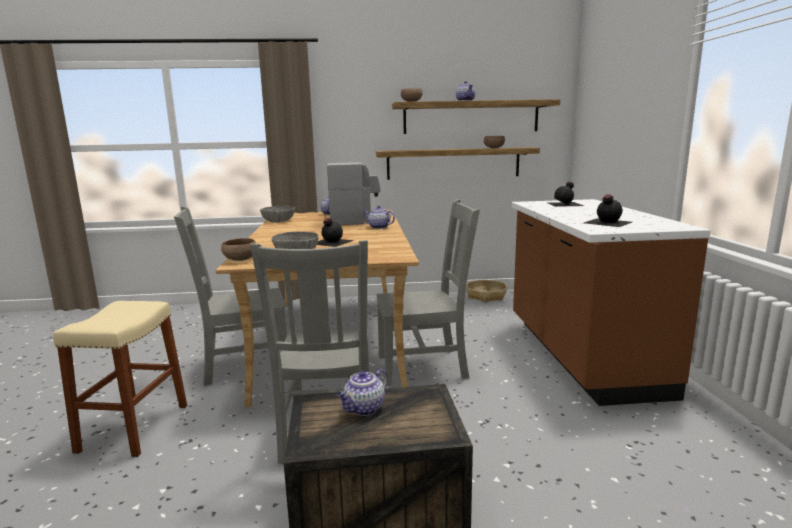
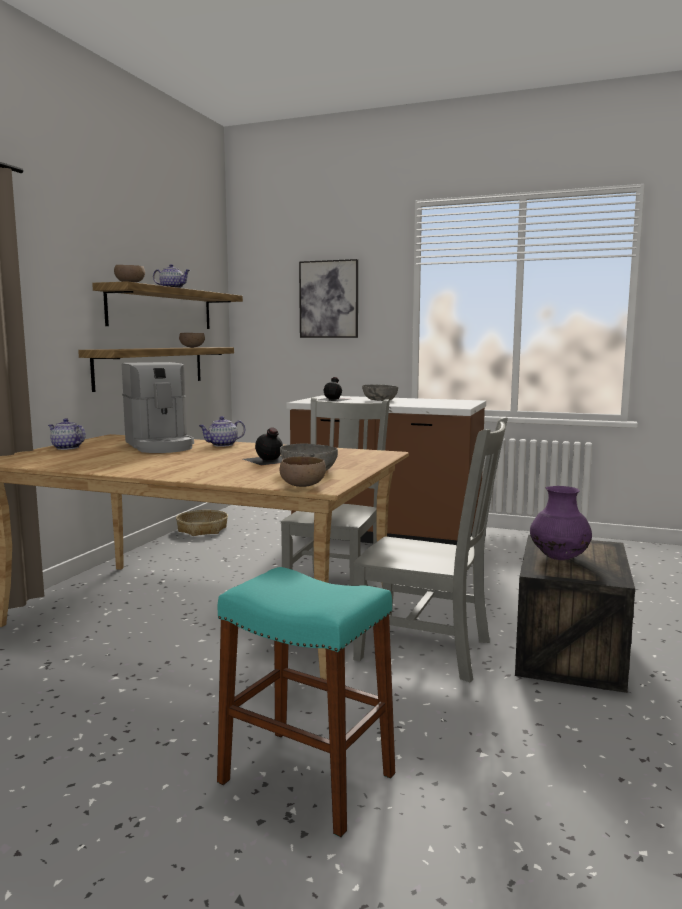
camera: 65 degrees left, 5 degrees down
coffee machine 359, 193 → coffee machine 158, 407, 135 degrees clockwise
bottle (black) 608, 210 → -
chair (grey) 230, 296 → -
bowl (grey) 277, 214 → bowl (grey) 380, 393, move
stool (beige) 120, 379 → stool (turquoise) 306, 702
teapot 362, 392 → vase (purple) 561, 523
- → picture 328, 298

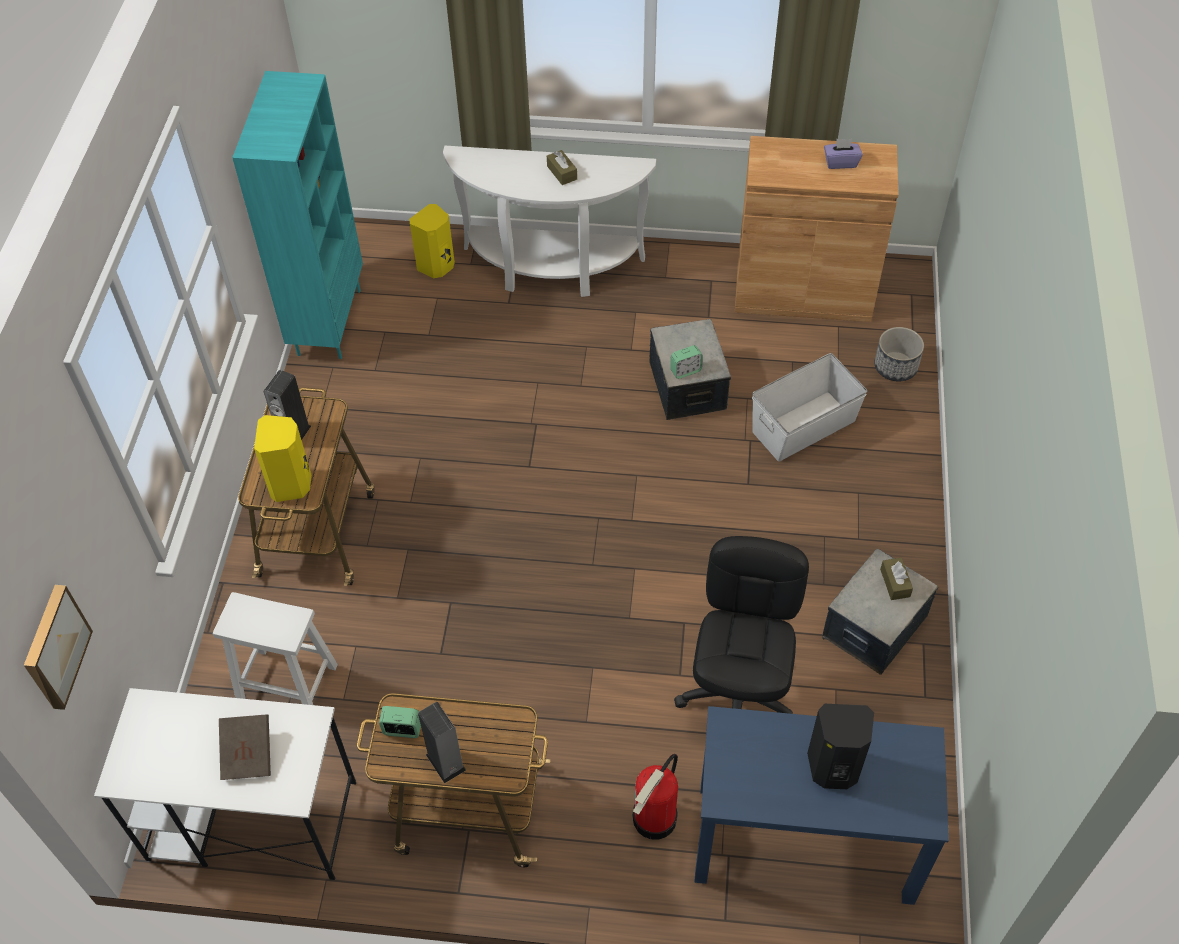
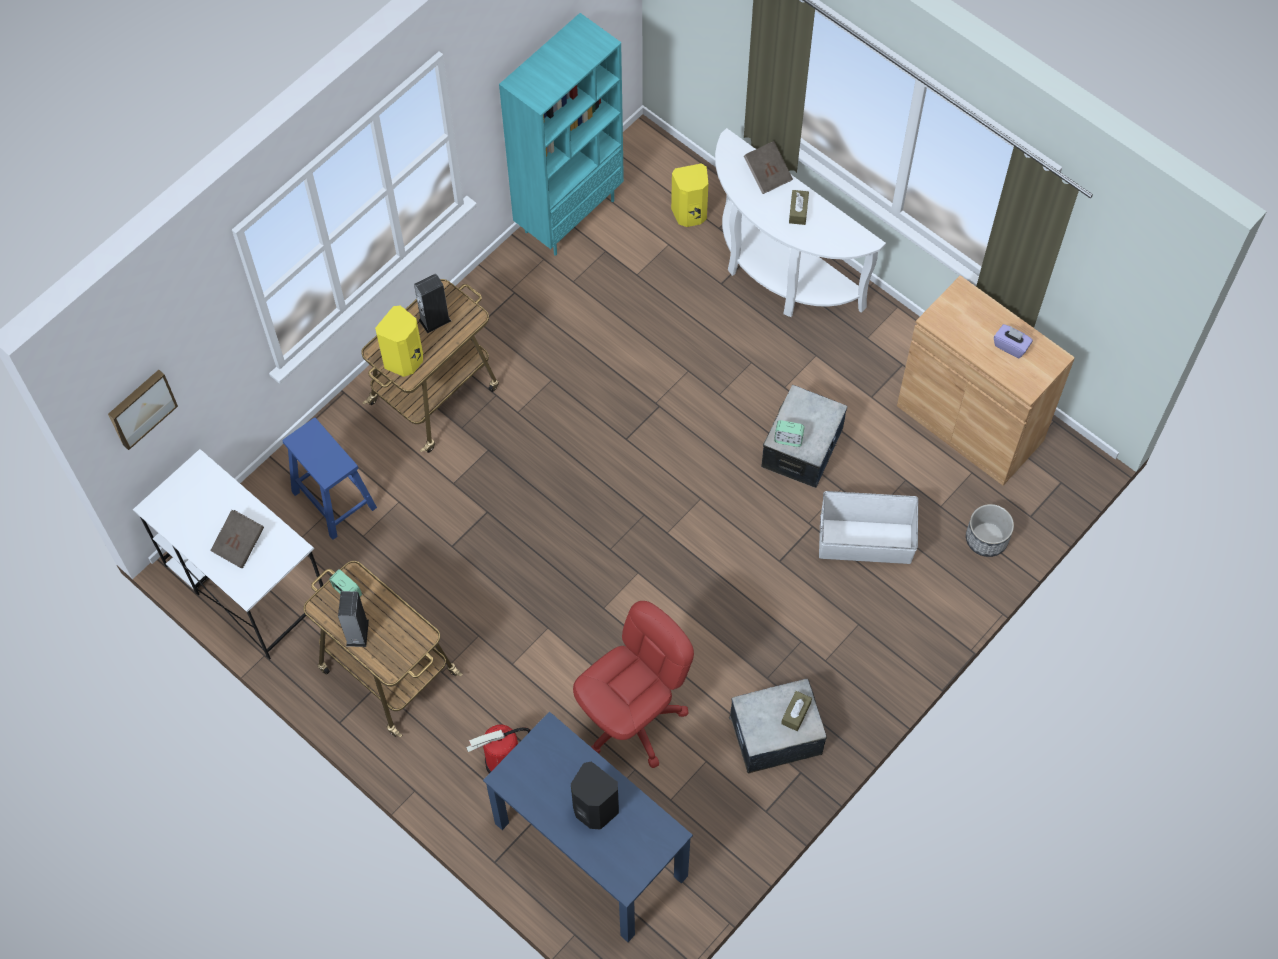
camera: 35 degrees right, 10 degrees up
office chair (black) 741, 625 → office chair (red) 633, 684
stool (white) 275, 648 → stool (blue) 329, 479
- → book (brown) 768, 167

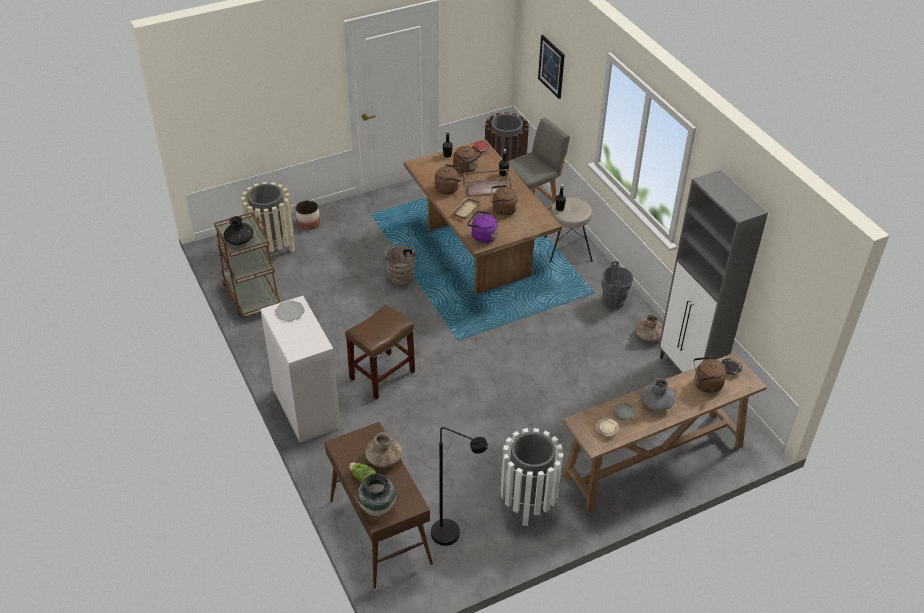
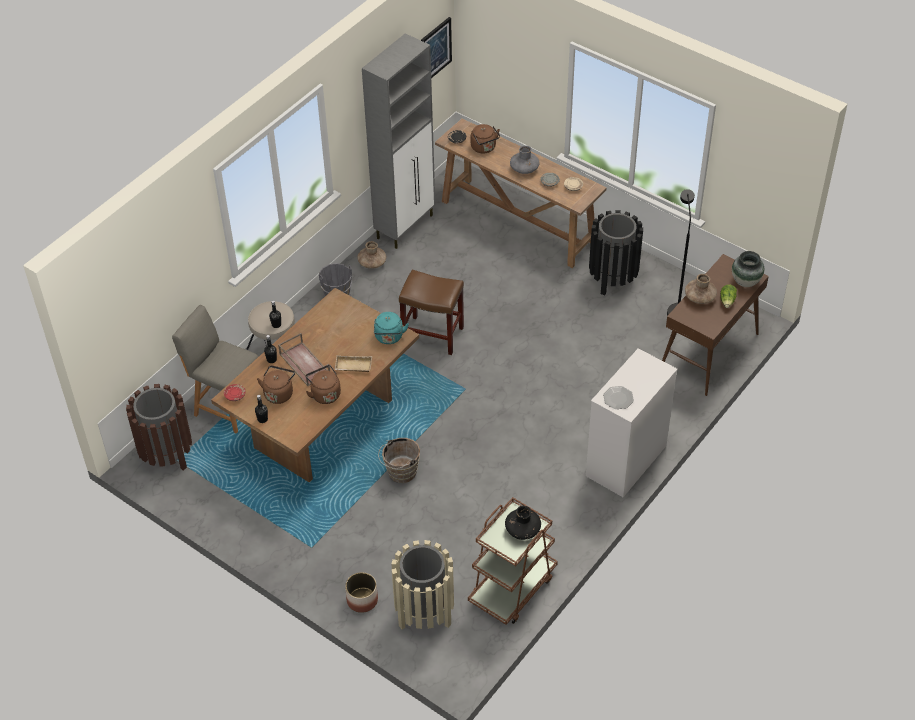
camera: 115 degrees left, 5 degrees up
picture 551, 67 → picture 436, 47, move
kettle (brown) 504, 200 → -
kettle (purple) 482, 227 → kettle (turquoise) 391, 328
stool (brown) 380, 352 → stool (brown) 431, 312, move
trash can (white) 532, 477 → trash can (black) 616, 252

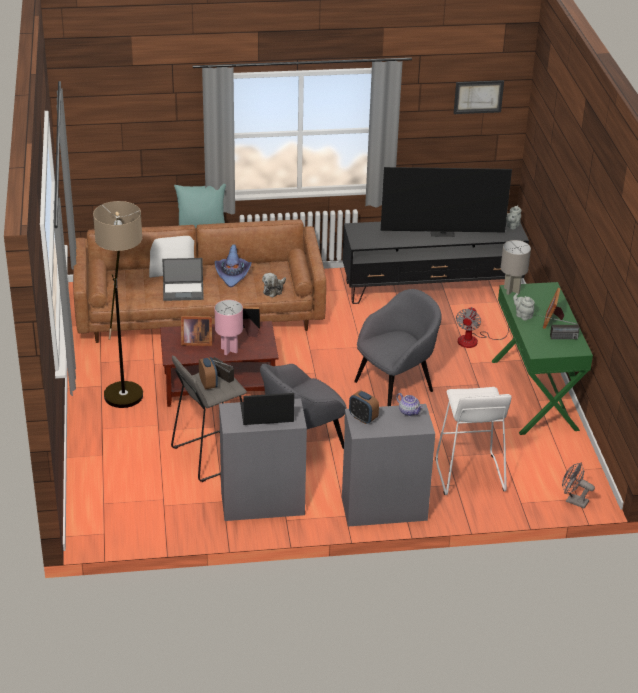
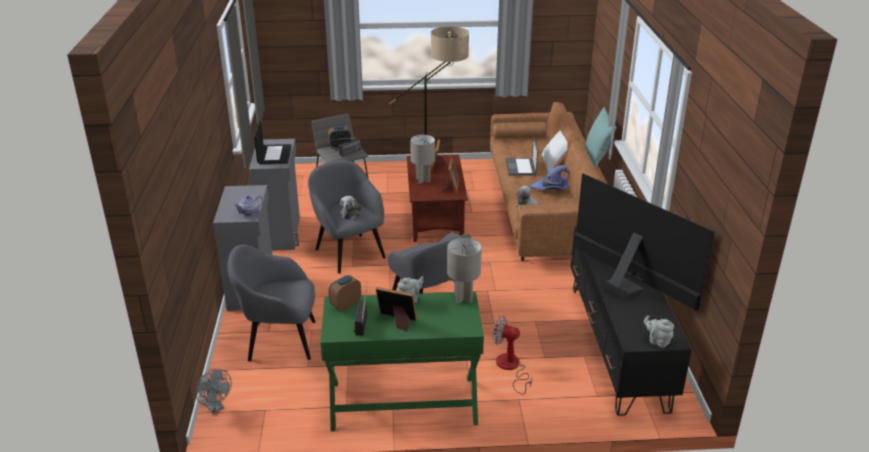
camera: 95 degrees right, 5 degrees down
picture 479, 97 → -
television 446, 202 → television 644, 242, 135 degrees clockwise
table lamp (pink) 228, 327 → table lamp (grey) 422, 159
stool (white) 473, 441 → armchair (grey) 271, 303
alarm clock 364, 407 → alarm clock 345, 293, move
fan (grey) 578, 486 → fan (grey) 213, 391, 105 degrees clockwise
- → plush toy 350, 207

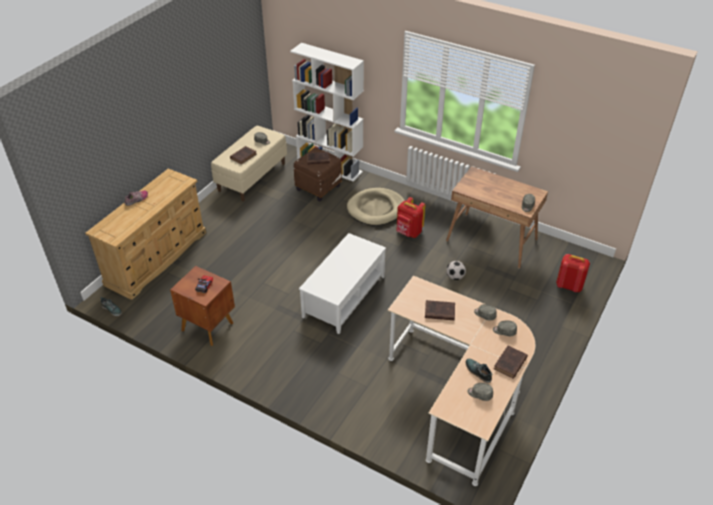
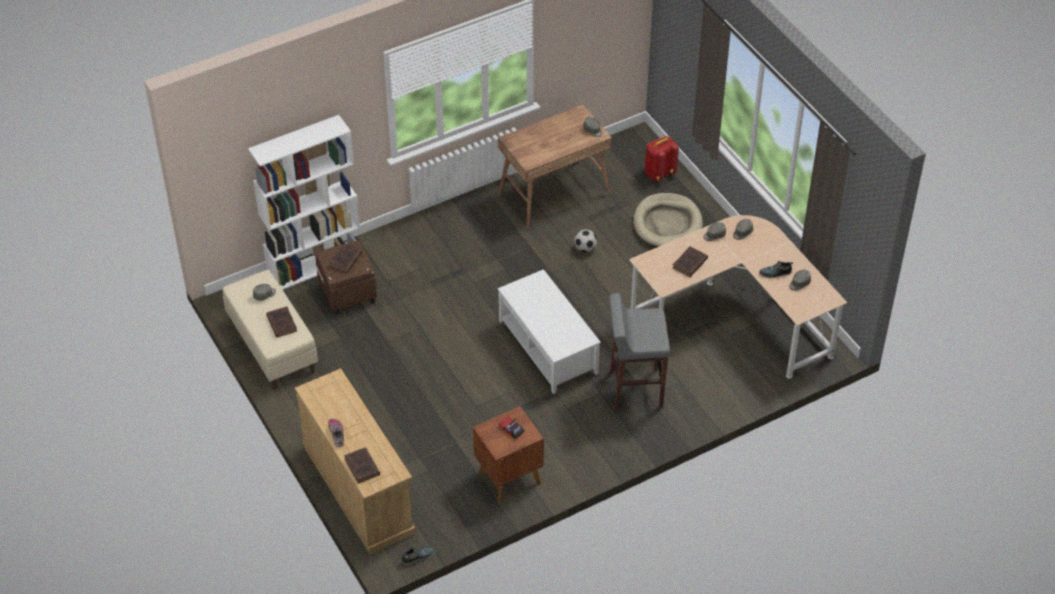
camera: 60 degrees left, 5 degrees up
dog bed (beige) 376, 207 → dog bed (beige) 668, 220, move
backpack (red) 410, 217 → -
book (brown) 511, 362 → book (brown) 362, 465, move
- → stool (grey) 639, 351

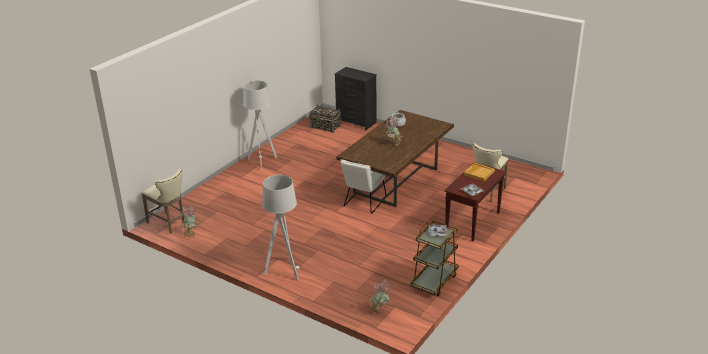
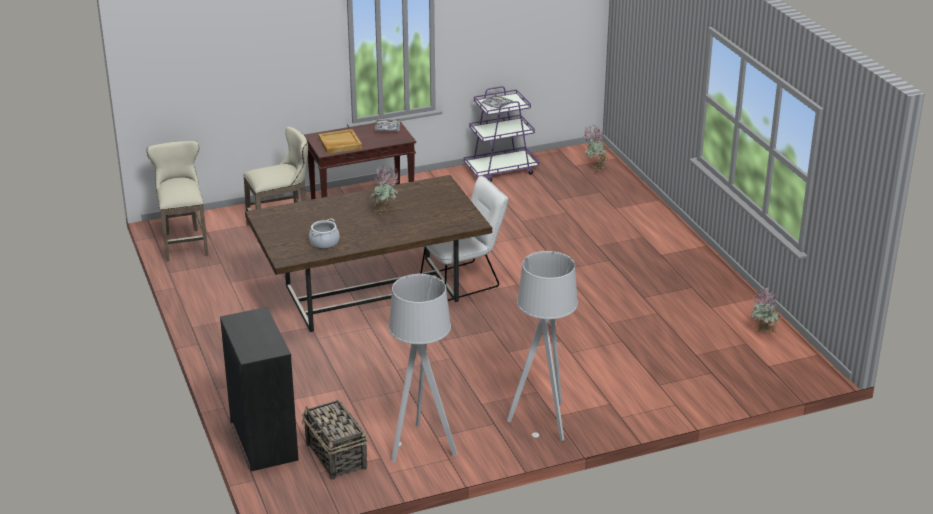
camera: 145 degrees left, 0 degrees up
stool (beige) 162, 201 → stool (beige) 177, 201, move
floor lamp (grey) 281, 227 → floor lamp (grey) 423, 368, move
cart (brown) 434, 258 → cart (purple) 501, 134

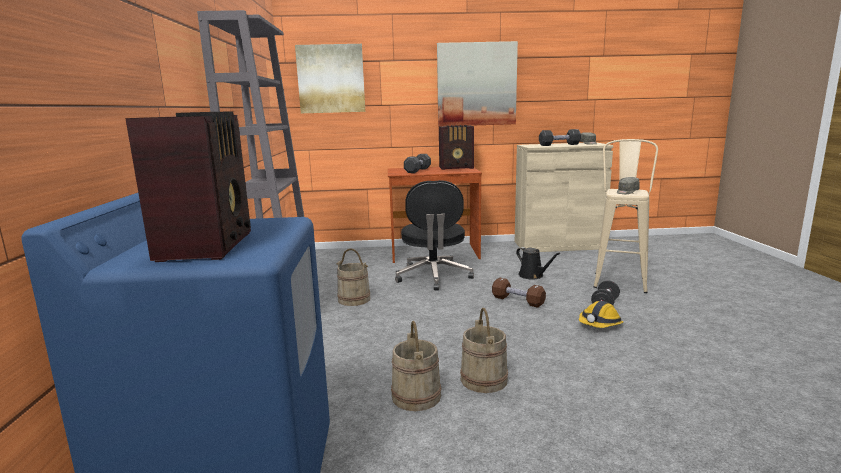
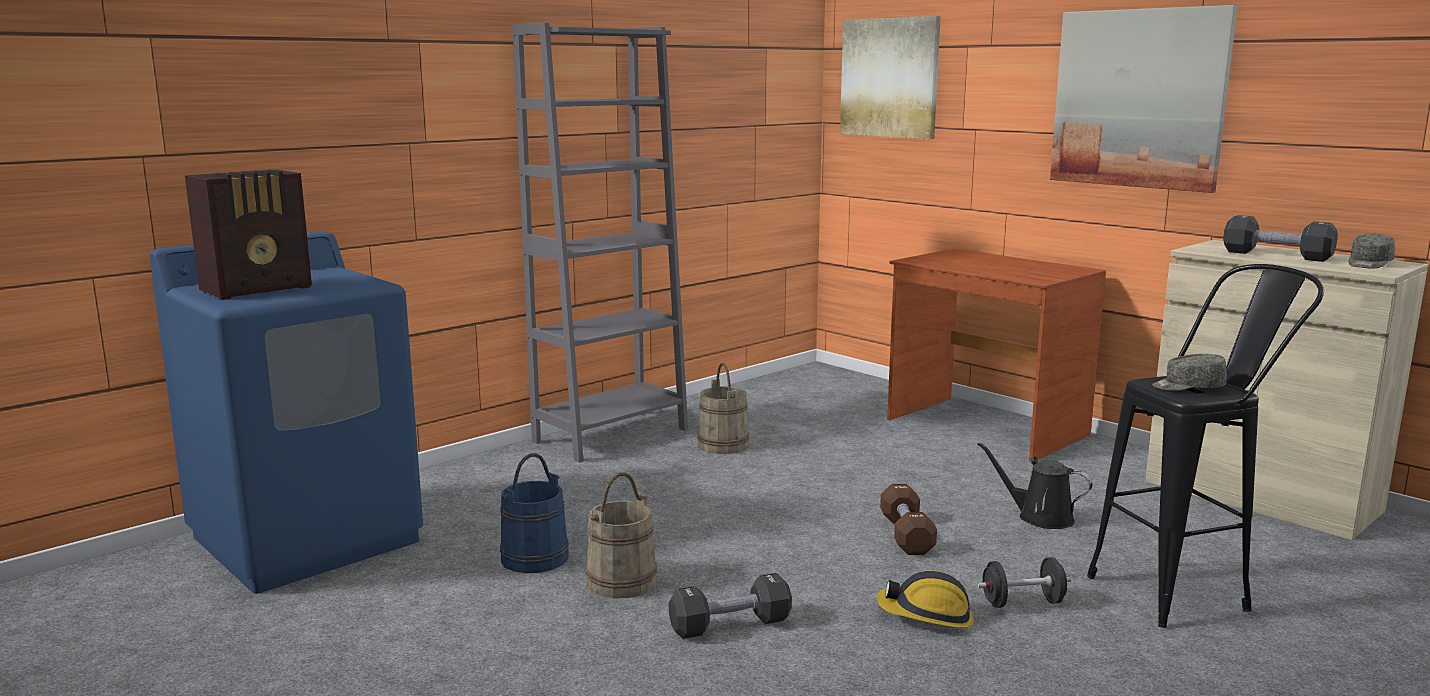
camera: 50 degrees right, 0 degrees up
radio 456, 147 → -
stool (beige) 626, 216 → stool (black) 1205, 446
dumbbell (black) 417, 163 → dumbbell (black) 730, 606, move
office chair (black) 434, 235 → -
watering can (black) 538, 263 → watering can (black) 1034, 485, 105 degrees clockwise
bucket (beige) 416, 366 → bucket (blue) 534, 513

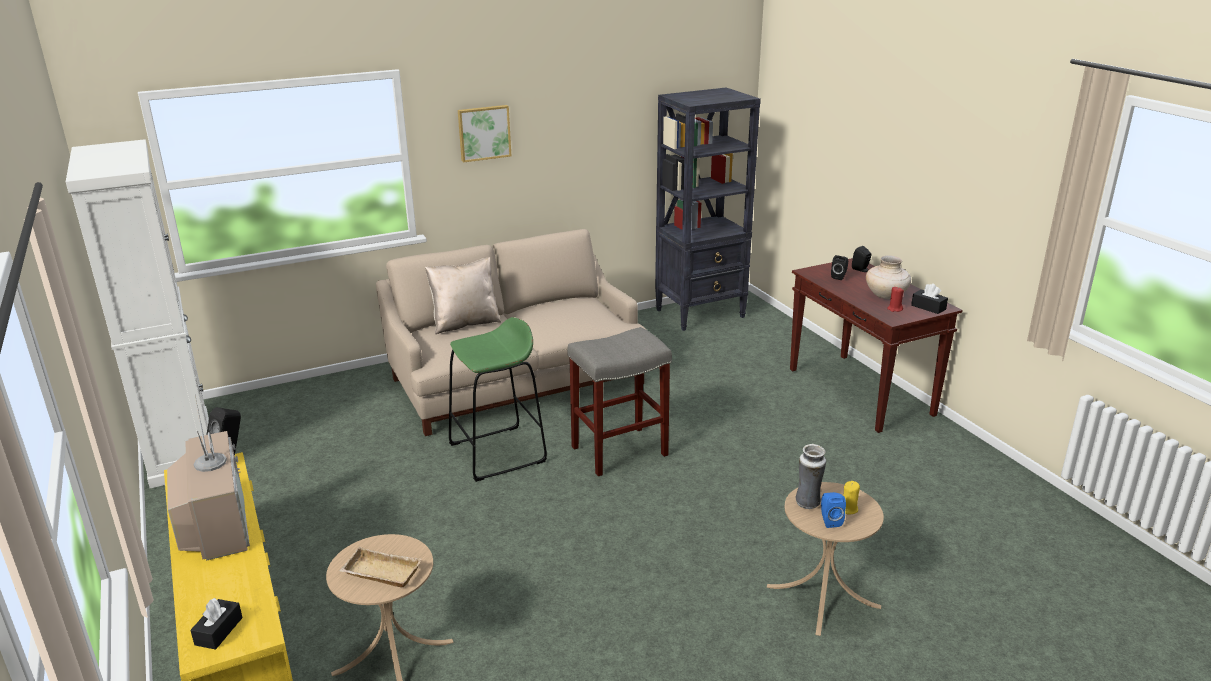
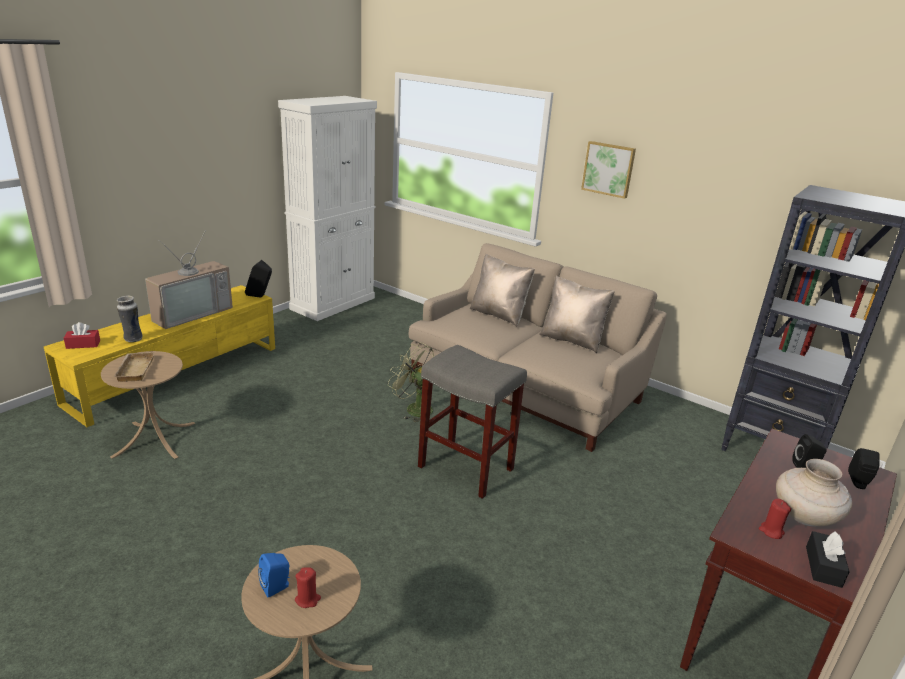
camera: 60 degrees right, 0 degrees up
stool (green) 498, 399 → fan (green) 411, 382
vase 811, 476 → vase 130, 318, move
candle (yellow) 851, 498 → candle (red) 308, 587
tissue box (black) 216, 623 → tissue box (red) 82, 335
- → pillow (beige) 577, 314

